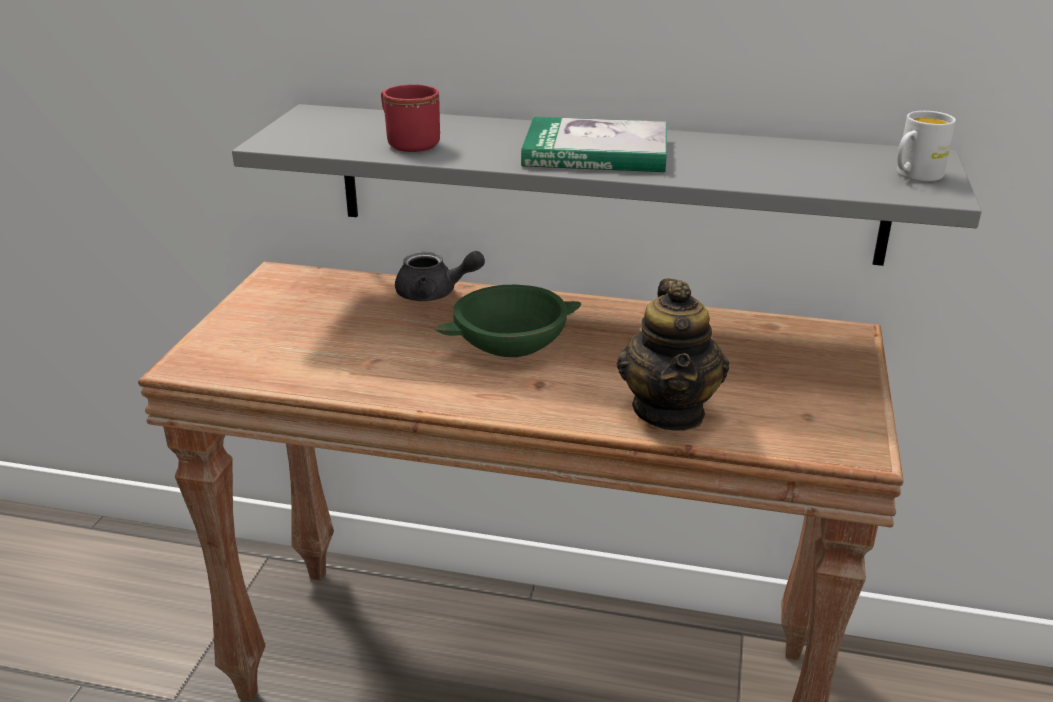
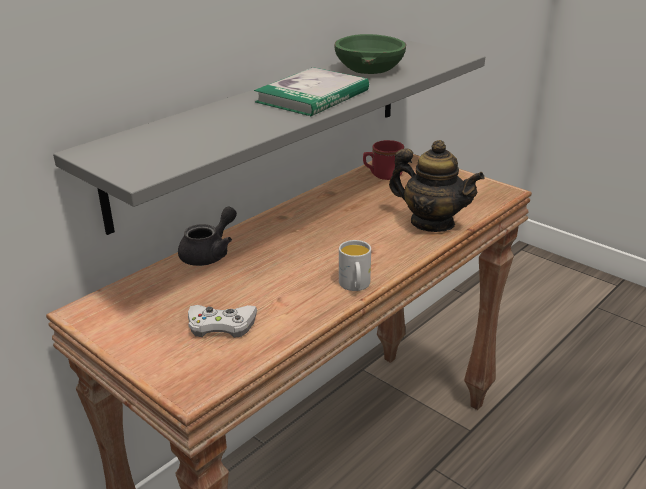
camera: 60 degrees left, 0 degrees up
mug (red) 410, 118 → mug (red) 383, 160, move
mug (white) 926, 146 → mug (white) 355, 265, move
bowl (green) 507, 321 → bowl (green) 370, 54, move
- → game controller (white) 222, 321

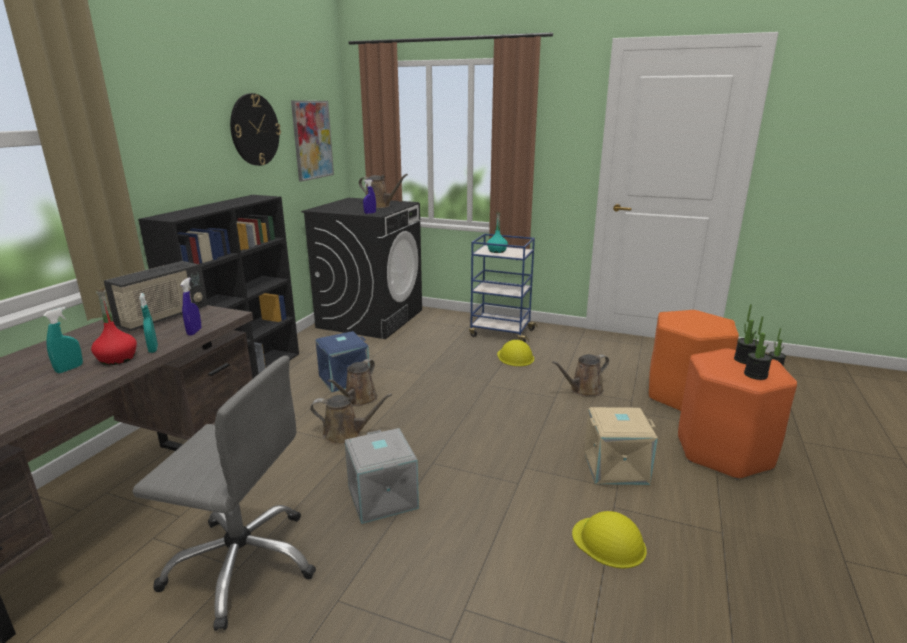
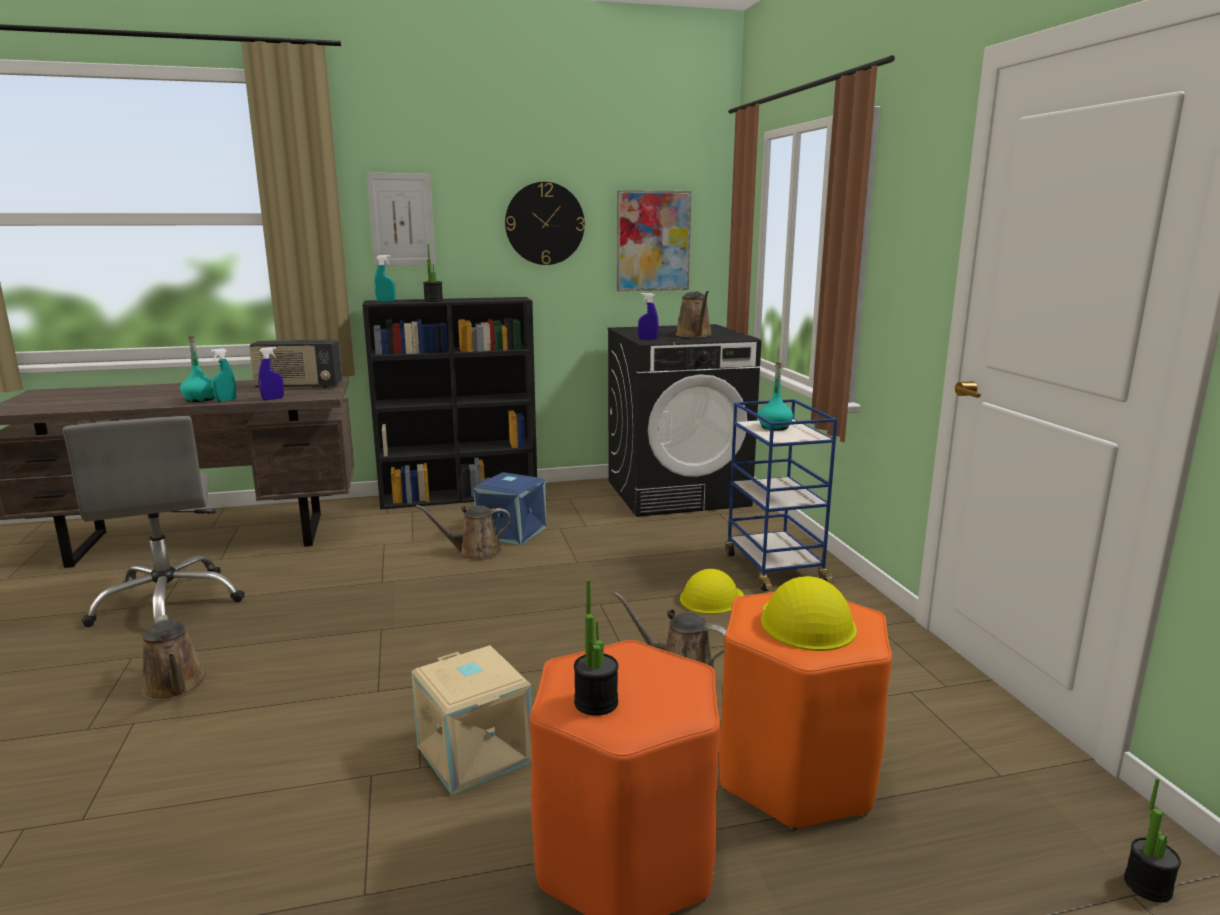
camera: 55 degrees right, 5 degrees down
bottle (red) 114, 326 → bottle (turquoise) 197, 369
potted plant 746, 334 → potted plant 433, 273, move
spray bottle (turquoise) 63, 340 → spray bottle (turquoise) 384, 278, move
watering can (brown) 351, 419 → watering can (brown) 174, 658, move
storage box (grey) 382, 476 → -
hard hat (yellow) 609, 539 → hard hat (yellow) 809, 613, move
- → picture 401, 219

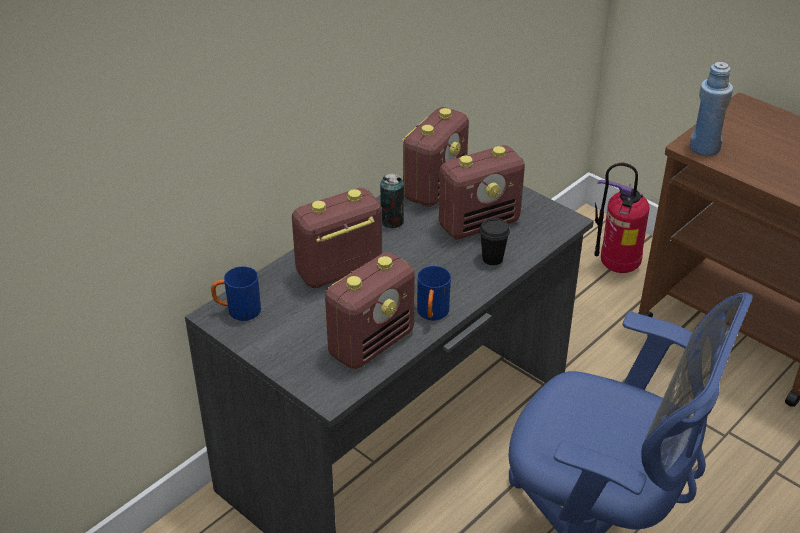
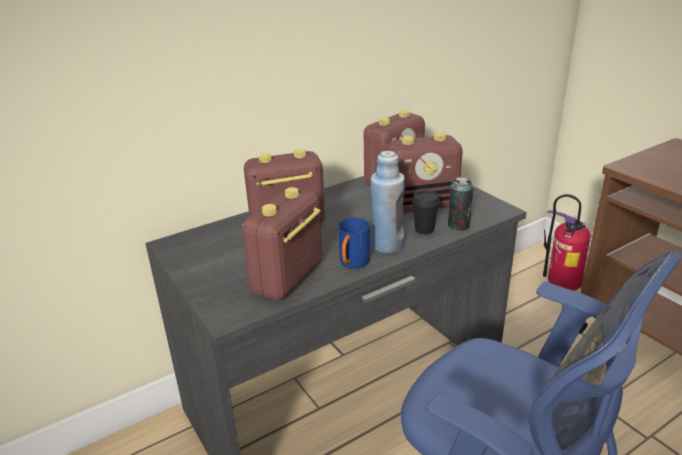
camera: 15 degrees right, 10 degrees down
bottle (blue) 711, 109 → bottle (blue) 388, 202, move
can 392, 200 → can 460, 204, move
radio 370, 310 → radio 282, 243, 150 degrees clockwise
mug (blue) 236, 293 → -

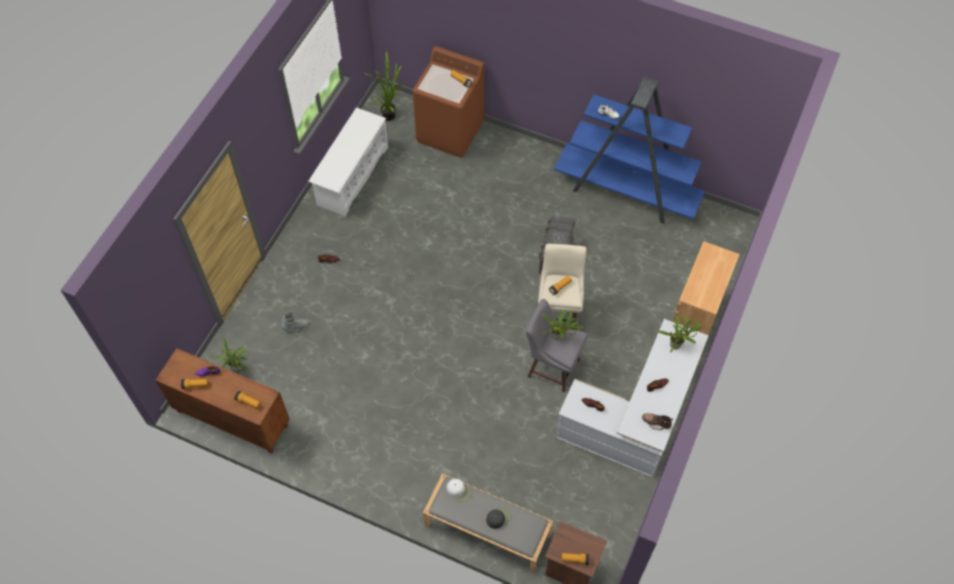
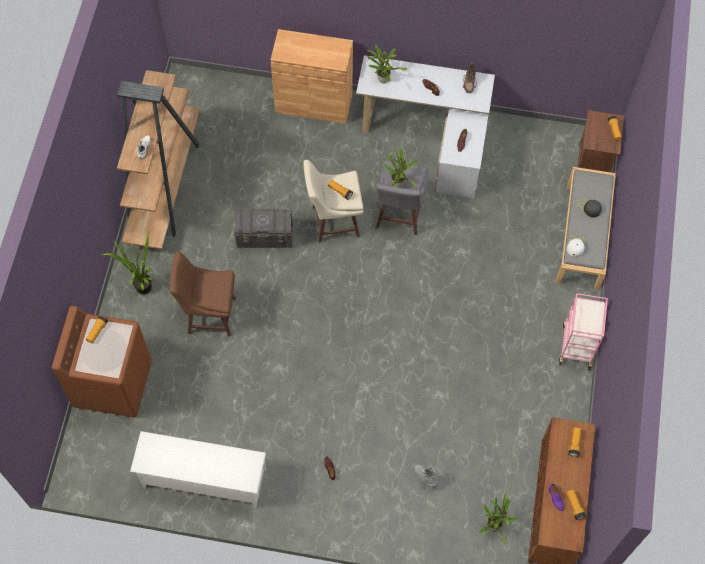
camera: 105 degrees left, 5 degrees up
potted plant 385, 86 → potted plant 127, 263, move
bookcase (blue) 629, 150 → bookcase (brown) 158, 159
- → stool (brown) 202, 294
- → cart (pink) 583, 332

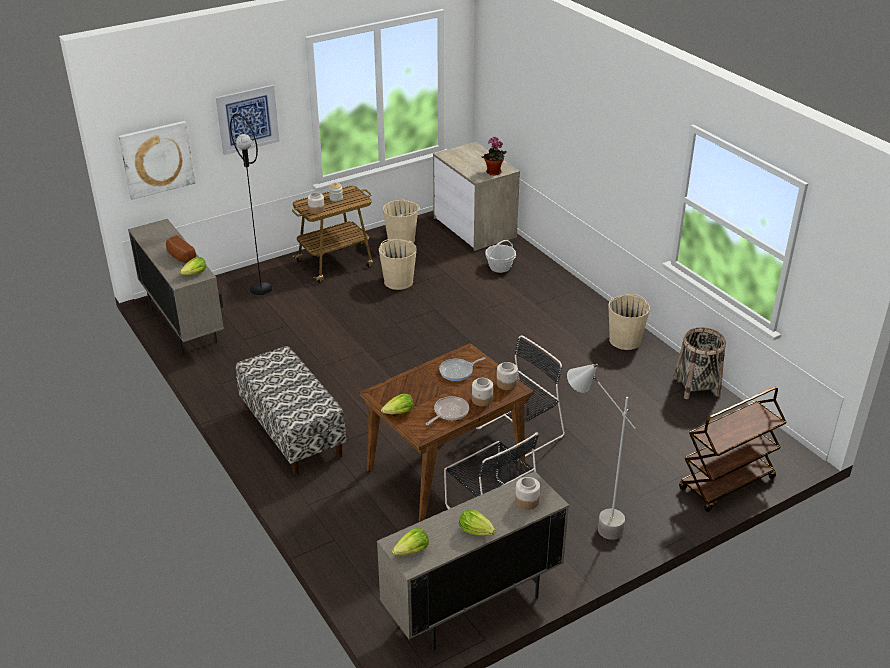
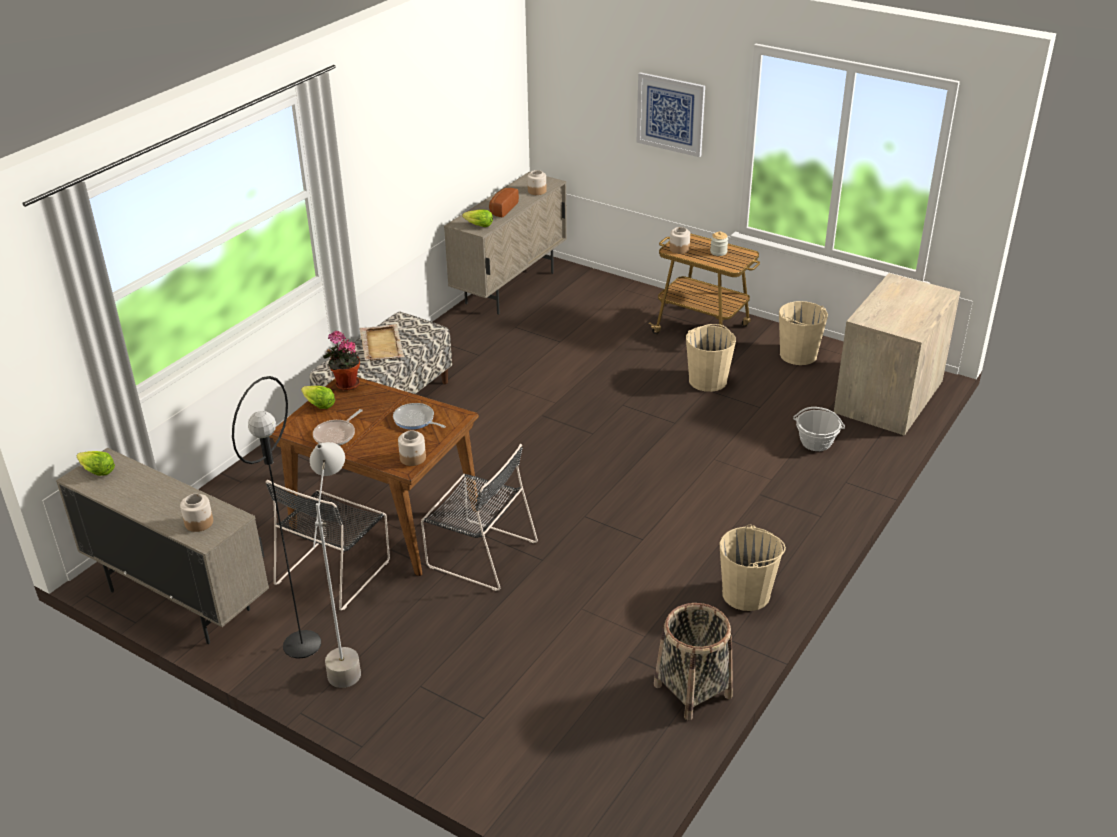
camera: 65 degrees right, 0 degrees up
floor lamp (black) 251, 204 → floor lamp (black) 276, 517, move
picture 156, 160 → -
potted plant 494, 156 → potted plant 341, 360, move
jar 482, 392 → jar 536, 182, move
cart (brown) 733, 449 → -
frying pan 447, 410 → frying pan 338, 427, 105 degrees clockwise
lettuce 477, 522 → -
- → tray (beige) 382, 342

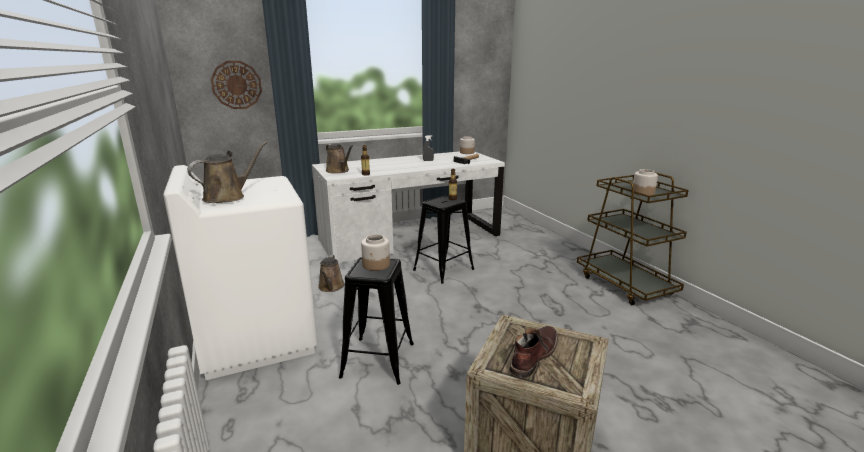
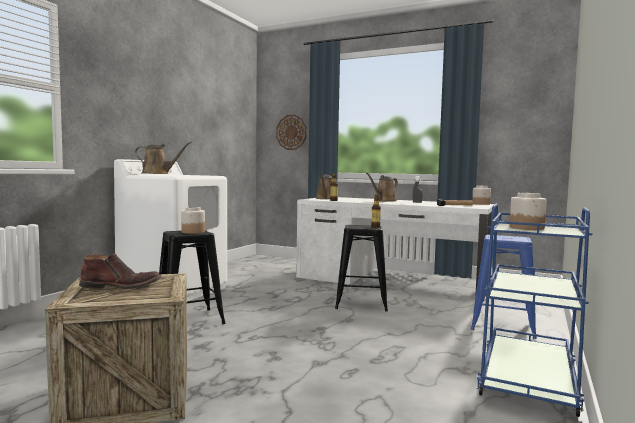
camera: 50 degrees right, 15 degrees down
cart (brown) 633, 238 → cart (blue) 535, 310
watering can (brown) 331, 273 → watering can (brown) 382, 187, move
- → stool (blue) 504, 287

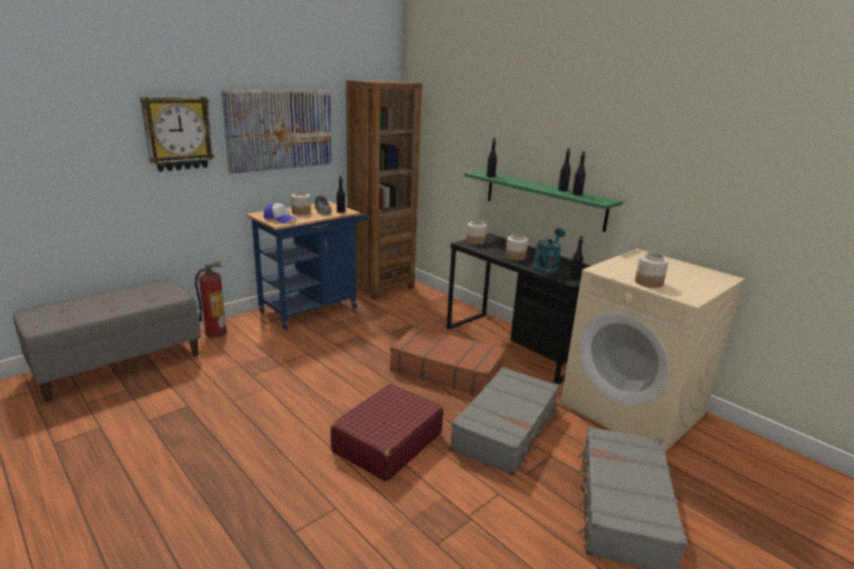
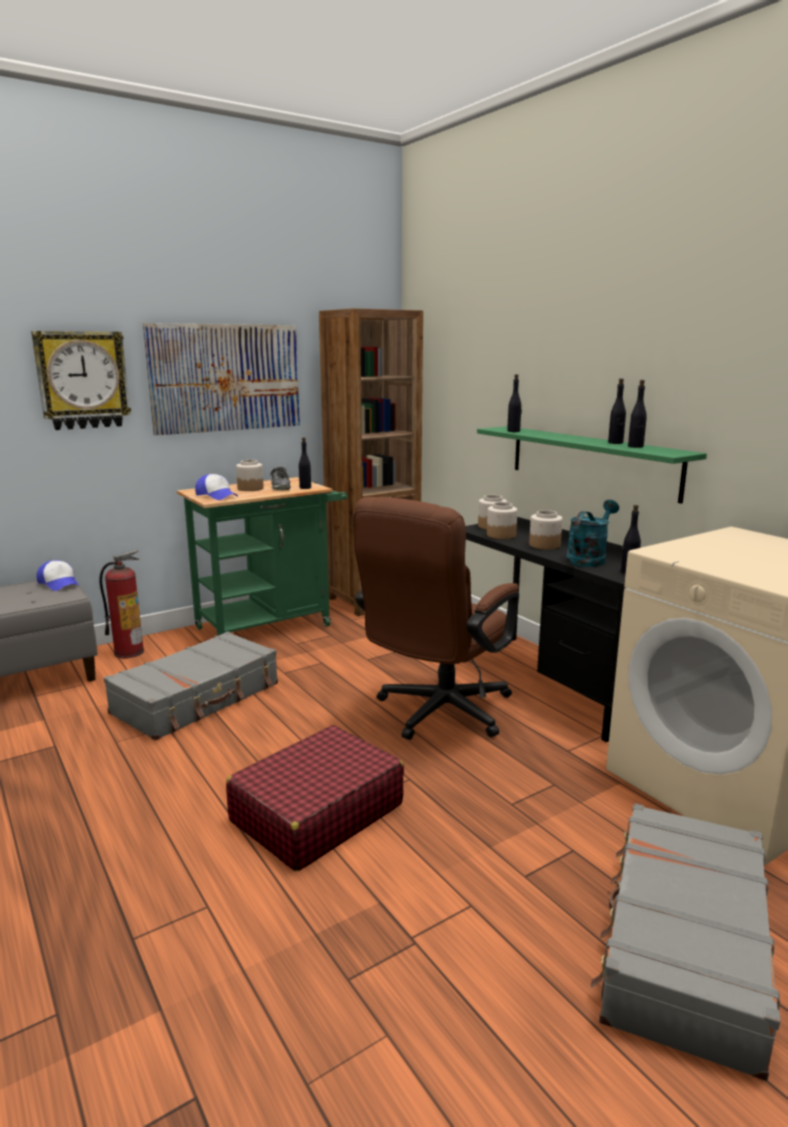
camera: 10 degrees right, 5 degrees down
cart (blue) 308, 265 → cart (green) 262, 556
jar 651, 270 → jar 502, 520, move
suitcase (brown) 448, 360 → office chair (brown) 436, 618
suitcase (grey) 504, 421 → suitcase (grey) 191, 685, move
- → cap 57, 575

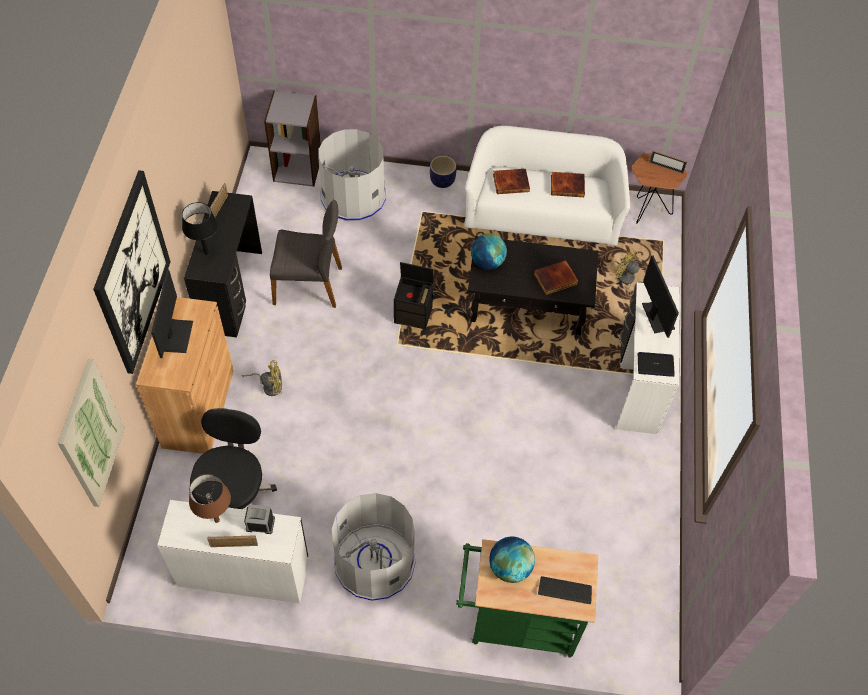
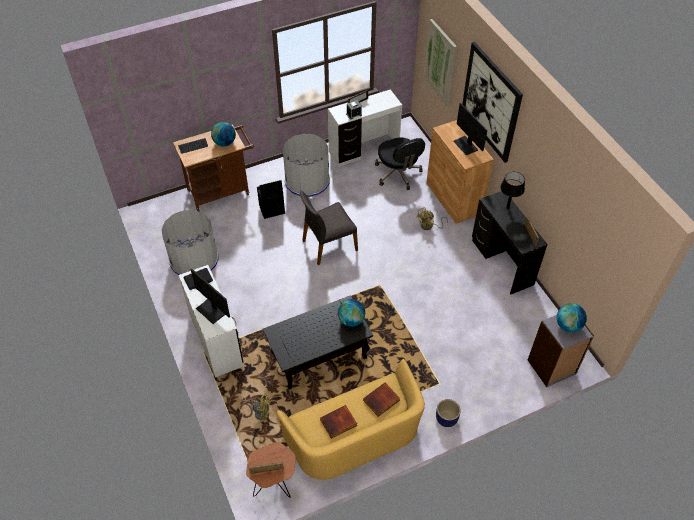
camera: 150 degrees right, 5 degrees down
sofa (white) 547, 186 → sofa (yellow) 351, 419
trash can (grey) 352, 175 → trash can (grey) 190, 242, move
chair (grey) 306, 254 → chair (grey) 329, 227, move
book 556, 277 → -
storage box (black) 413, 296 → storage box (black) 271, 199, move
table lamp (brown) 210, 498 → -
cart (green) 527, 598 → cart (brown) 213, 168
- → globe 572, 317

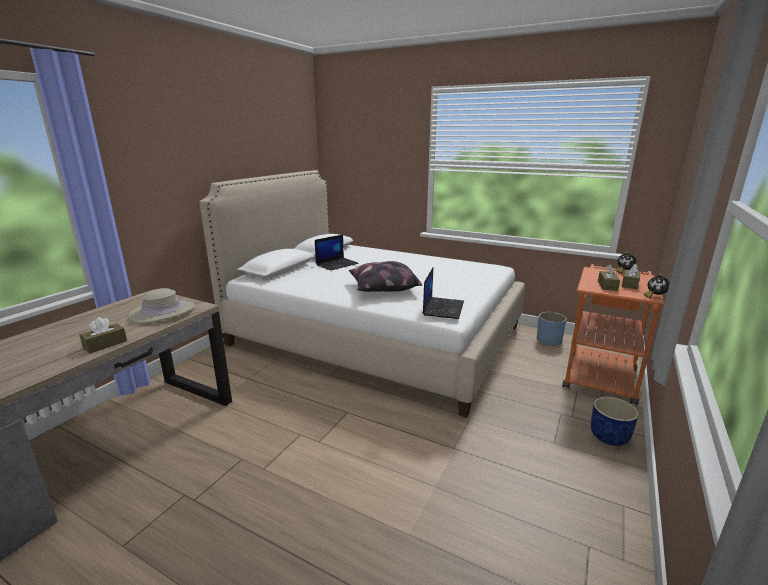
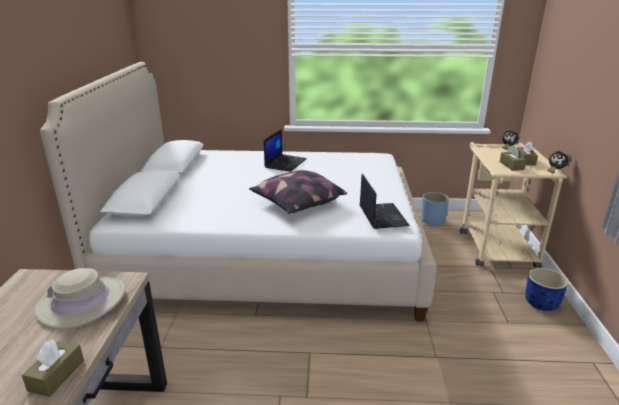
camera: 25 degrees left, 5 degrees up
laptop 337, 252 → laptop 285, 150, move
cart (orange) 613, 334 → cart (beige) 513, 205

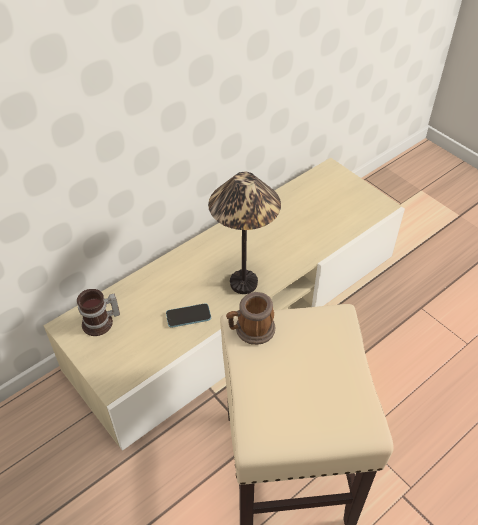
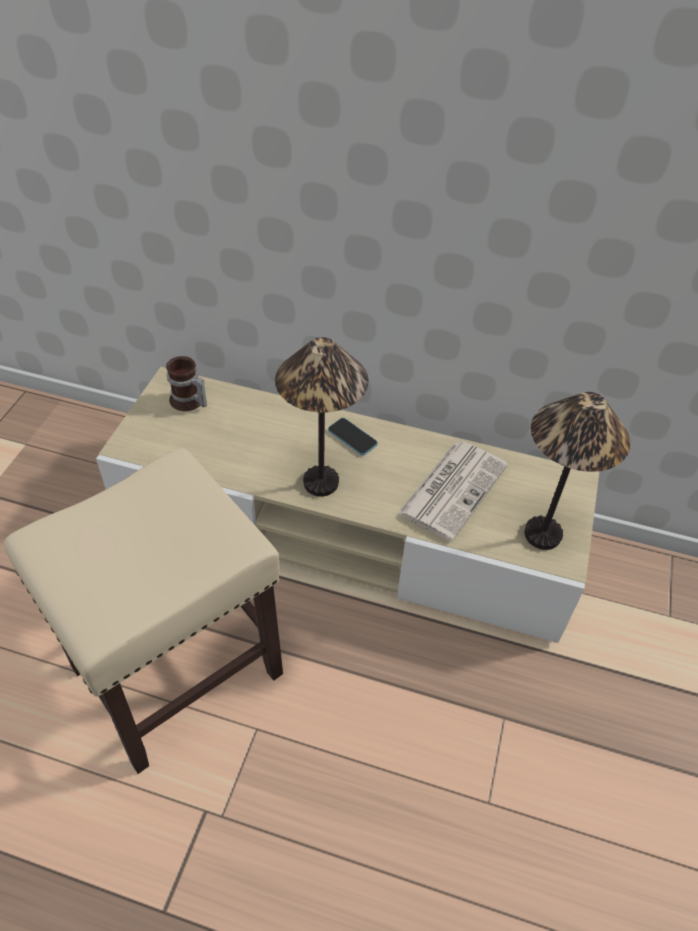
camera: 55 degrees right, 0 degrees up
mug 250, 318 → -
phone 188, 315 → phone 353, 437, move
- → table lamp 577, 471
- → newspaper 452, 491

